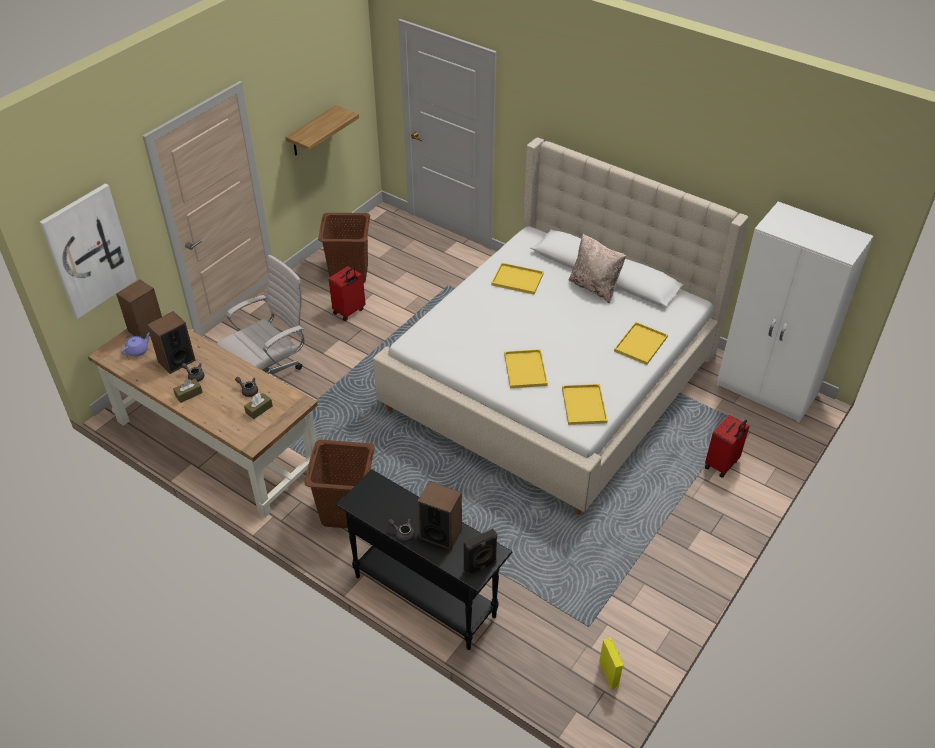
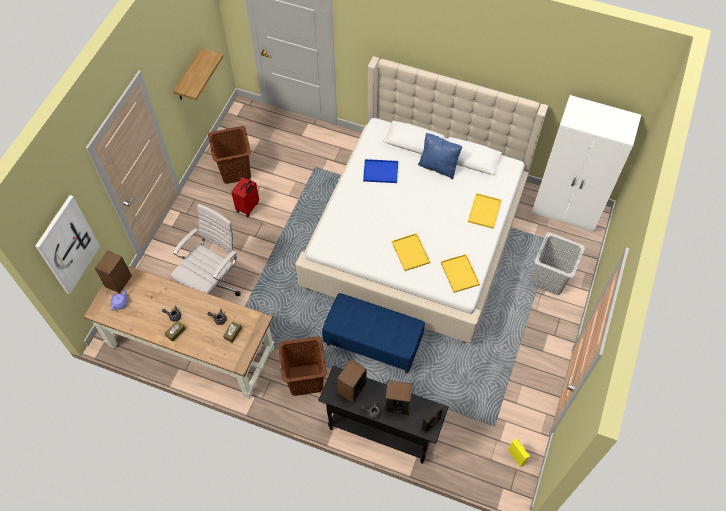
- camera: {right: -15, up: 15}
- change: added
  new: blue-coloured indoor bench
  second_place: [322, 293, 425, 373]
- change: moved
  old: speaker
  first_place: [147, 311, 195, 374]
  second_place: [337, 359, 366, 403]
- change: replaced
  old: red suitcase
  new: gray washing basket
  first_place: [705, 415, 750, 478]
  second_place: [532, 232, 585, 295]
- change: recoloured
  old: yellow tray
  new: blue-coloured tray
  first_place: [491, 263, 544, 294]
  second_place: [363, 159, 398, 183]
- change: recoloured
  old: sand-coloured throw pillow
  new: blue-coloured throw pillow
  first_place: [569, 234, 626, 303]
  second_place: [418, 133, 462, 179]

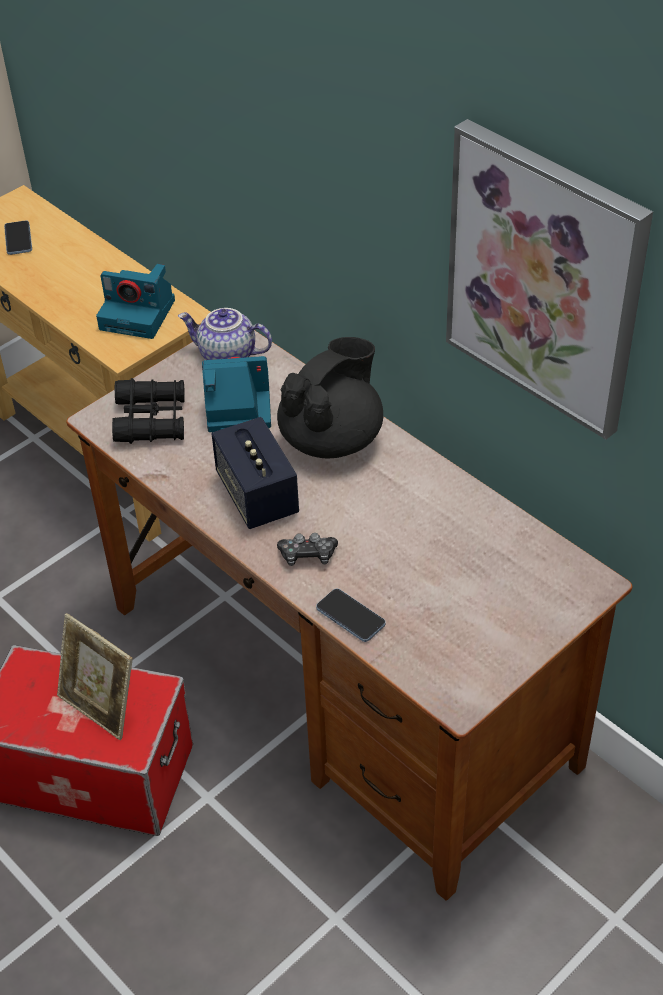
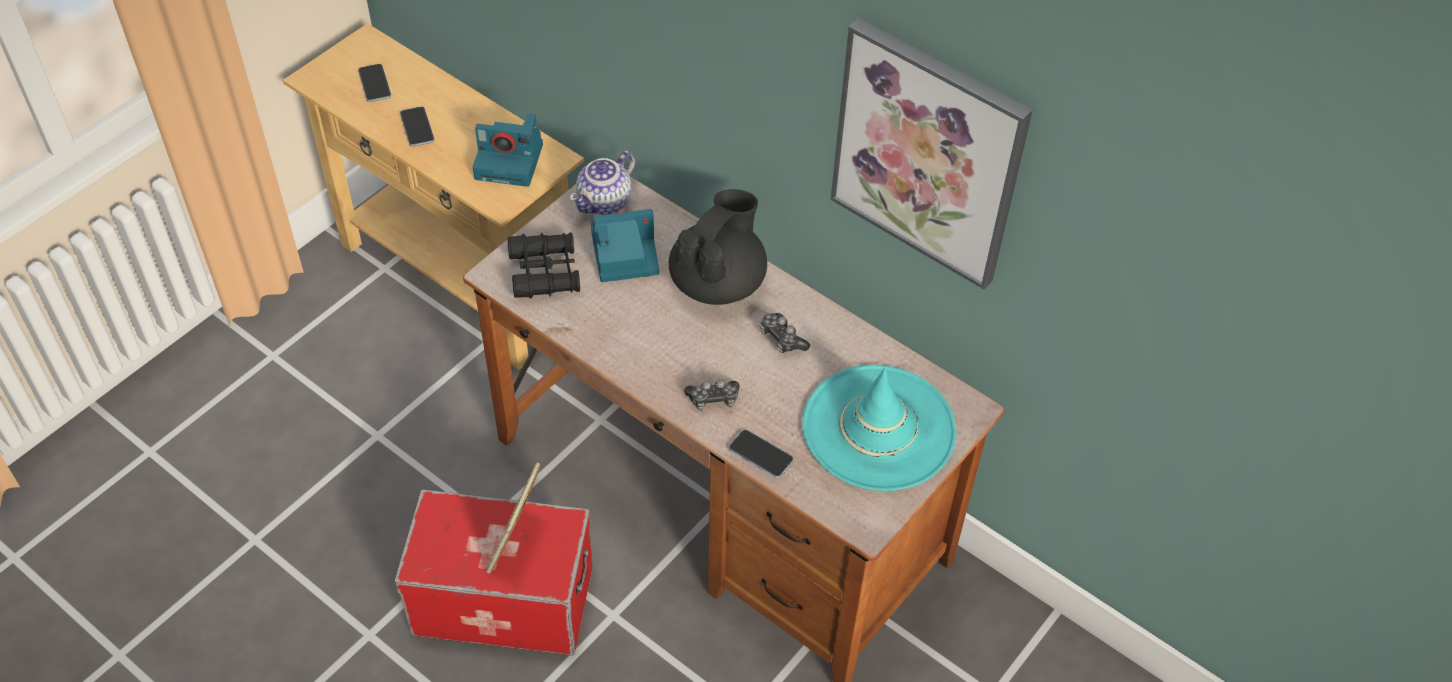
- camera: {right: -10, up: 5}
- change: removed
  old: speaker
  first_place: [212, 417, 299, 529]
- change: added
  new: phone
  second_place: [400, 107, 434, 147]
- change: added
  new: game controller
  second_place: [760, 313, 810, 353]
- change: added
  new: turquoise-coloured wearable hat
  second_place: [803, 365, 957, 491]
- change: turned
  old: photo frame
  first_place: [57, 613, 132, 740]
  second_place: [487, 462, 540, 573]
  degrees: 75
- change: turned
  old: teapot
  first_place: [178, 308, 272, 360]
  second_place: [570, 151, 636, 215]
  degrees: -60

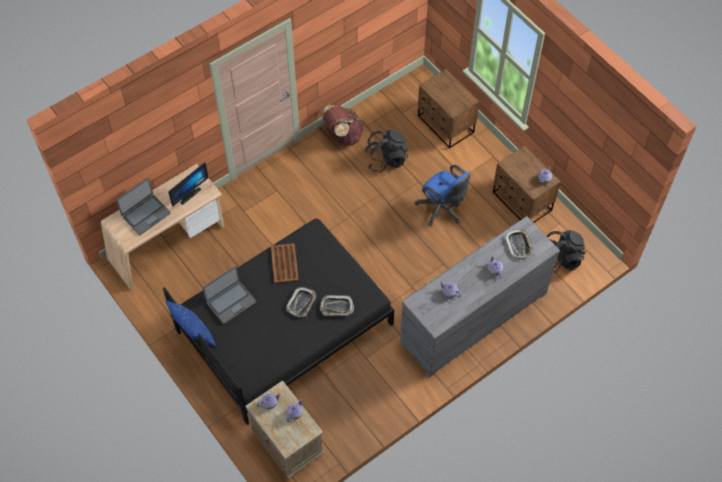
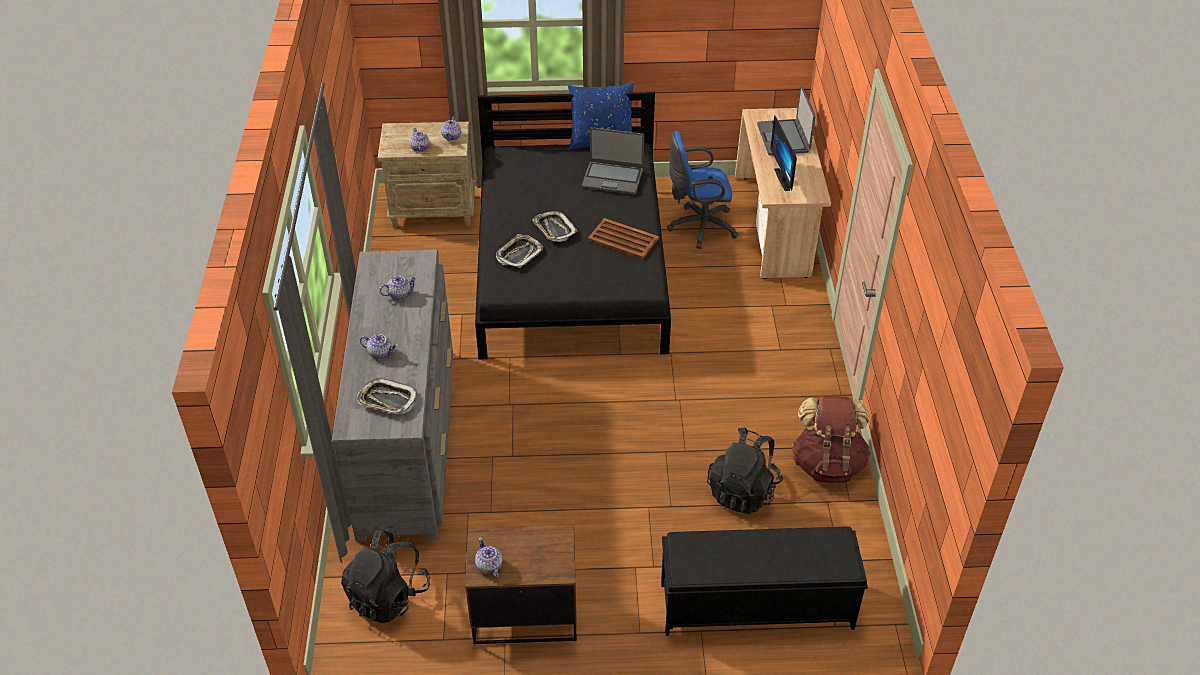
- camera: {right: 125, up: -15}
- change: moved
  old: blue-coloured desk chair
  first_place: [415, 165, 471, 226]
  second_place: [667, 131, 739, 249]
- change: replaced
  old: brown-coloured bedside table
  new: black-coloured indoor bench
  first_place: [418, 69, 479, 149]
  second_place: [661, 526, 868, 636]
- change: turned
  old: notebook computer
  first_place: [203, 266, 256, 324]
  second_place: [582, 127, 644, 194]
  degrees: -75

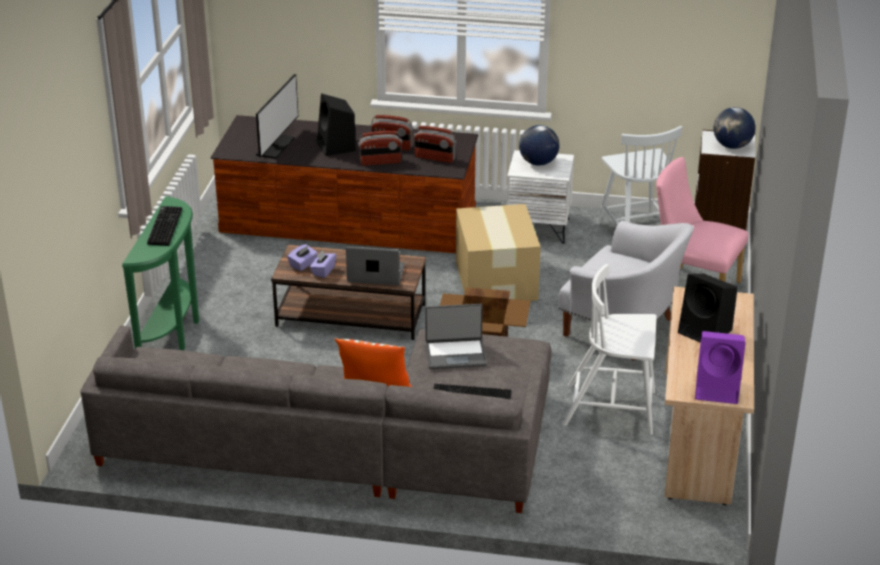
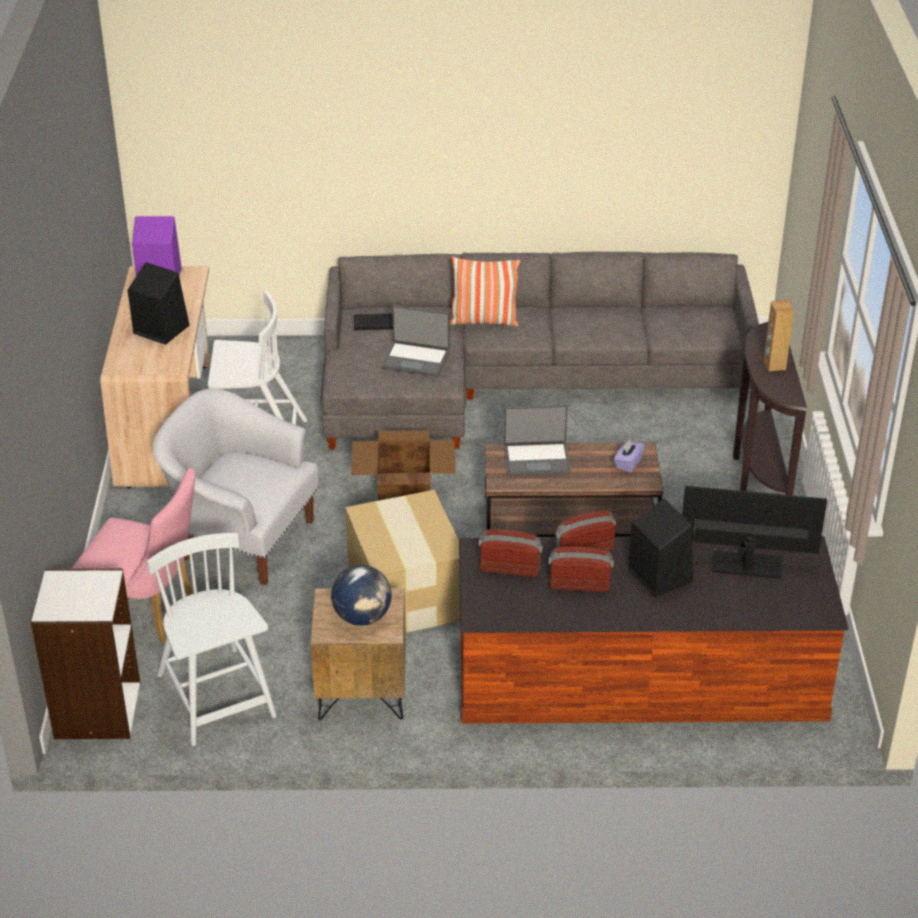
- camera: {right: 170, up: 5}
- change: removed
  old: purple box of tissues
  first_place: [310, 250, 336, 278]
- change: removed
  old: world globe
  first_place: [714, 107, 755, 149]
- change: replaced
  old: keyboard
  new: brown-coloured speaker
  first_place: [147, 206, 182, 246]
  second_place: [764, 300, 794, 371]
- change: recoloured
  old: greenish narrow table
  new: brown-coloured narrow table
  first_place: [122, 196, 199, 350]
  second_place: [733, 322, 807, 495]
- change: recoloured
  old: white bedside table
  new: brown-coloured bedside table
  first_place: [507, 150, 574, 244]
  second_place: [310, 588, 406, 720]
- change: turned
  old: computer screen
  first_place: [256, 74, 298, 159]
  second_place: [682, 486, 827, 579]
  degrees: 90
- change: turned
  old: notebook computer
  first_place: [425, 304, 487, 369]
  second_place: [381, 305, 450, 377]
  degrees: -150

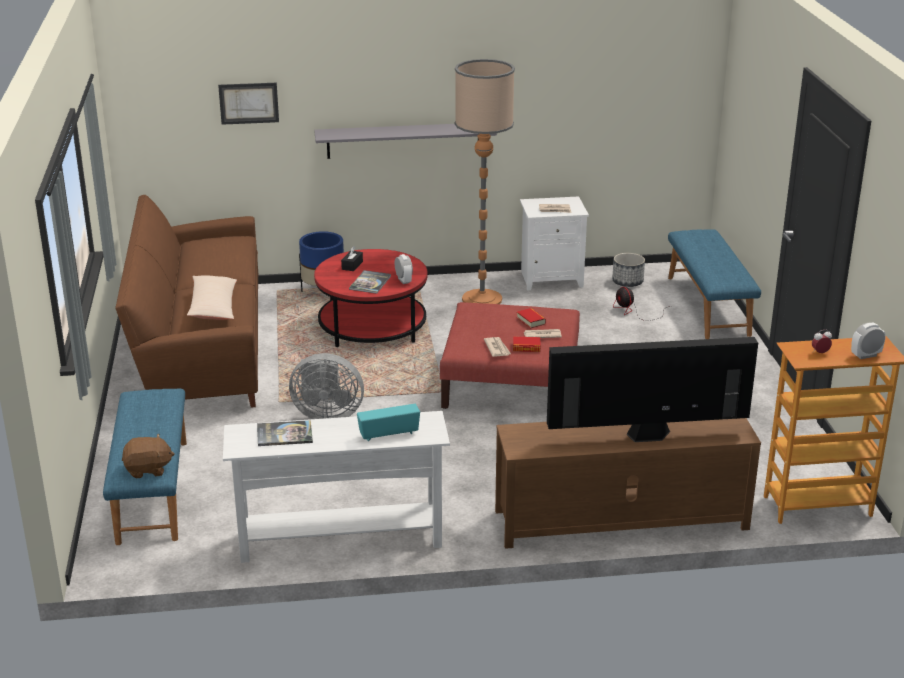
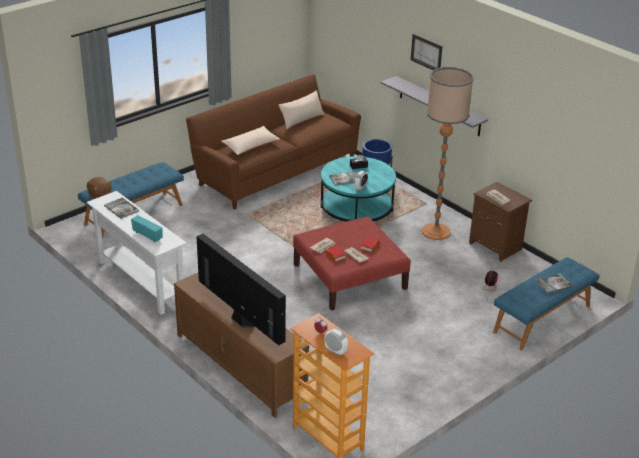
- camera: {right: 55, up: 5}
- change: removed
  old: gray electric fan
  first_place: [289, 353, 364, 419]
- change: removed
  old: plant pot
  first_place: [612, 253, 645, 287]
- change: added
  new: sand-coloured throw pillow
  second_place: [278, 90, 325, 130]
- change: added
  new: volume
  second_place: [534, 274, 573, 294]
- change: moved
  old: wall art
  first_place: [218, 83, 279, 125]
  second_place: [411, 34, 442, 70]
- change: recoloured
  old: red coffee table
  new: turquoise-coloured coffee table
  first_place: [314, 249, 427, 347]
  second_place: [321, 156, 396, 221]
- change: recoloured
  old: white bedside table
  new: brown-coloured bedside table
  first_place: [520, 196, 589, 291]
  second_place: [469, 182, 532, 262]

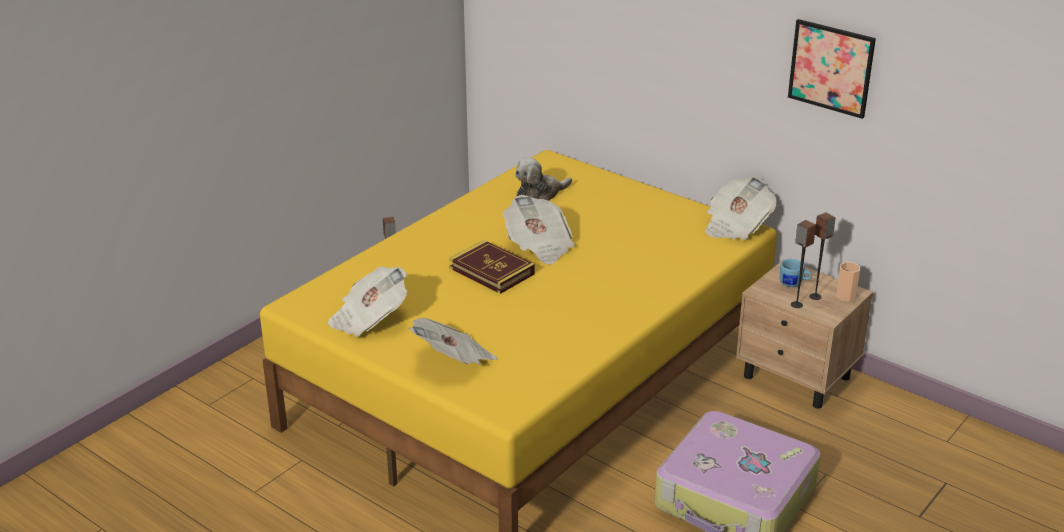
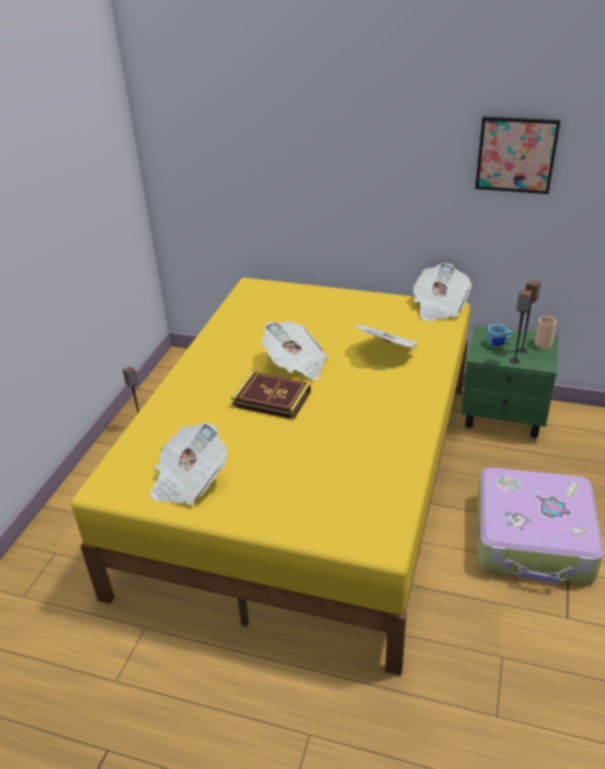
- camera: {right: -20, up: 5}
- change: removed
  old: cuddly toy
  first_place: [515, 157, 572, 201]
- change: moved
  old: newspaper
  first_place: [409, 318, 497, 364]
  second_place: [356, 325, 419, 349]
- change: recoloured
  old: sand-coloured bedside table
  new: greenish bedside table
  first_place: [736, 259, 873, 409]
  second_place: [461, 325, 559, 438]

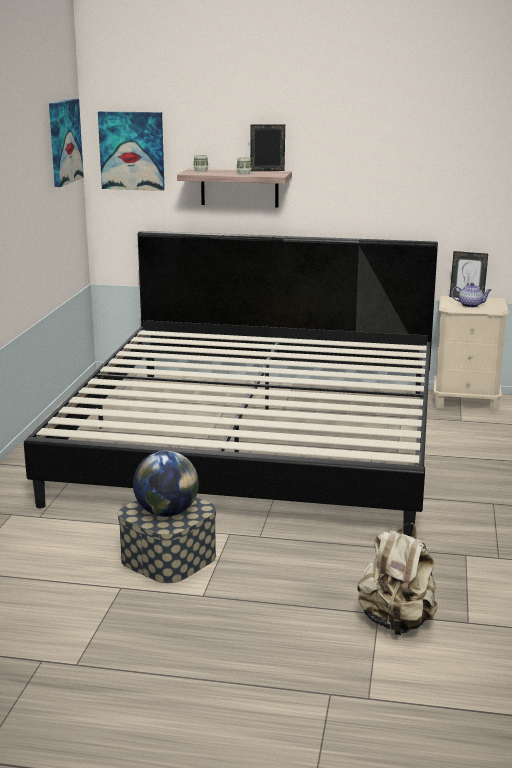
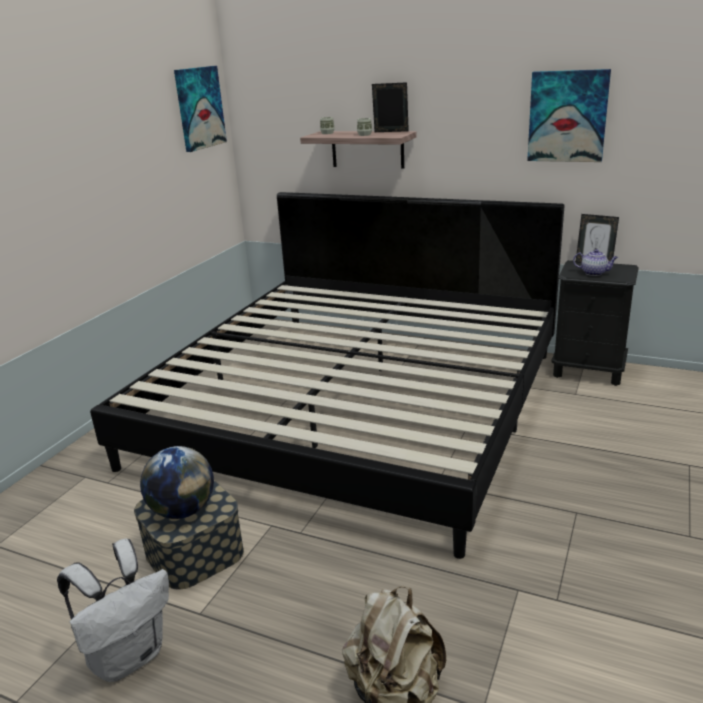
- camera: {right: 15, up: 5}
- change: added
  new: white backpack
  second_place: [57, 538, 169, 682]
- change: moved
  old: wall art
  first_place: [98, 111, 165, 191]
  second_place: [527, 69, 611, 162]
- change: recoloured
  old: sand-coloured bedside table
  new: black-coloured bedside table
  first_place: [434, 296, 509, 412]
  second_place: [551, 260, 639, 386]

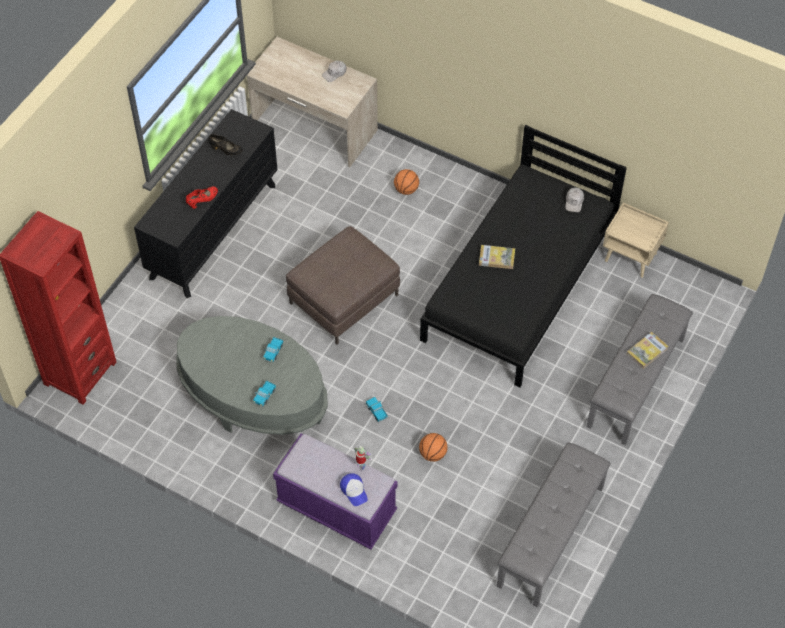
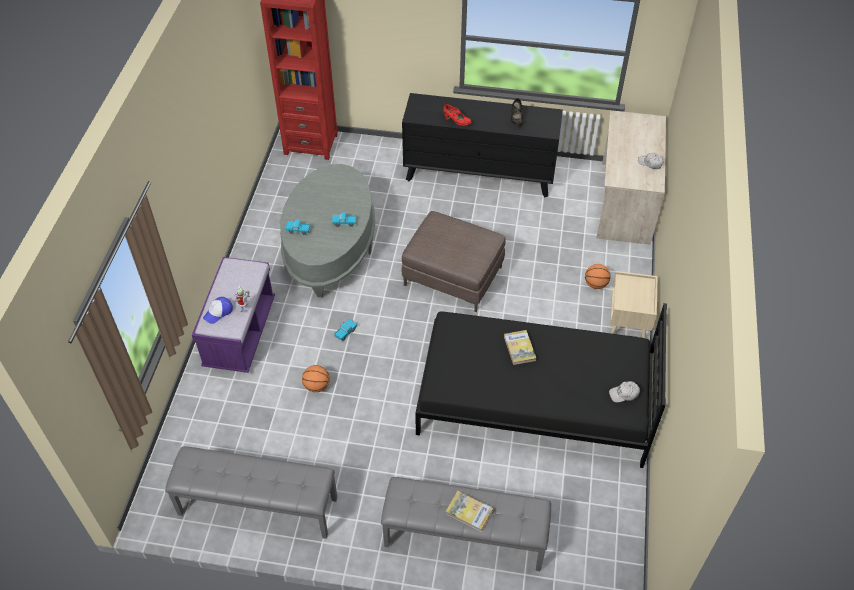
- camera: {right: 70, up: -5}
- change: moved
  old: sand-coloured bedside table
  first_place: [603, 203, 669, 278]
  second_place: [610, 271, 658, 338]

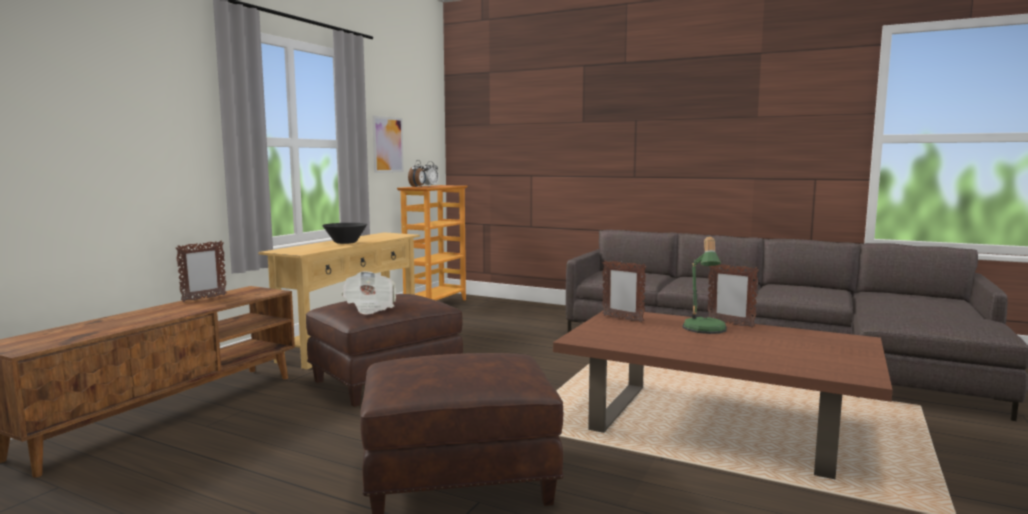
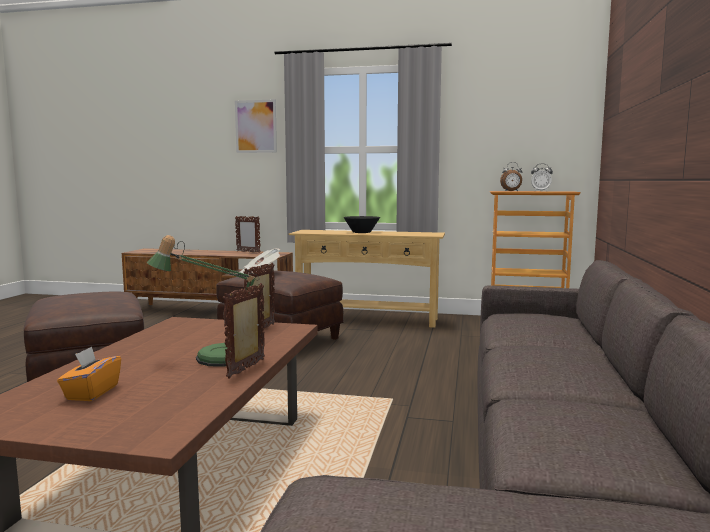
- camera: {right: 75, up: 0}
- change: added
  new: orange-coloured box of tissues
  second_place: [57, 346, 121, 401]
- change: moved
  old: wall art
  first_place: [372, 116, 404, 173]
  second_place: [235, 99, 277, 153]

